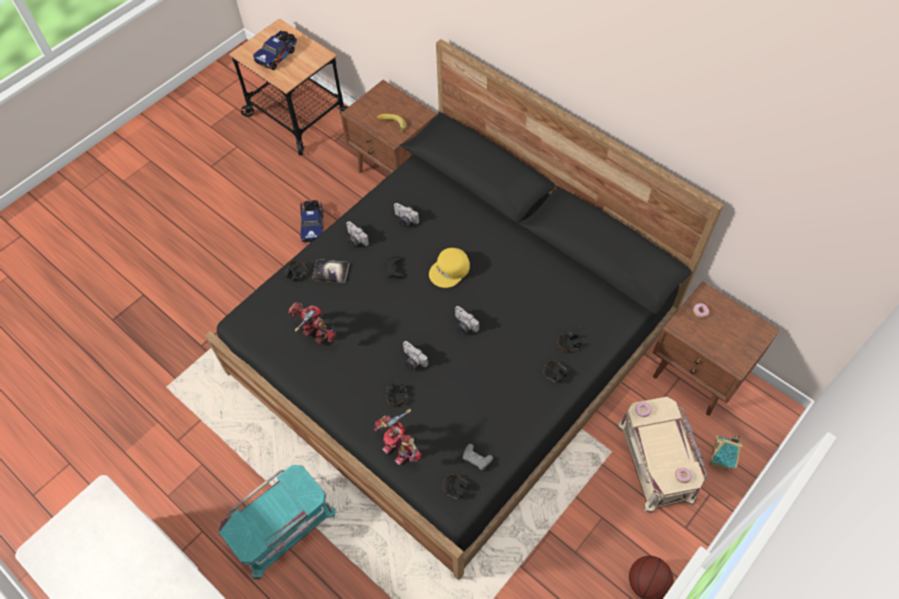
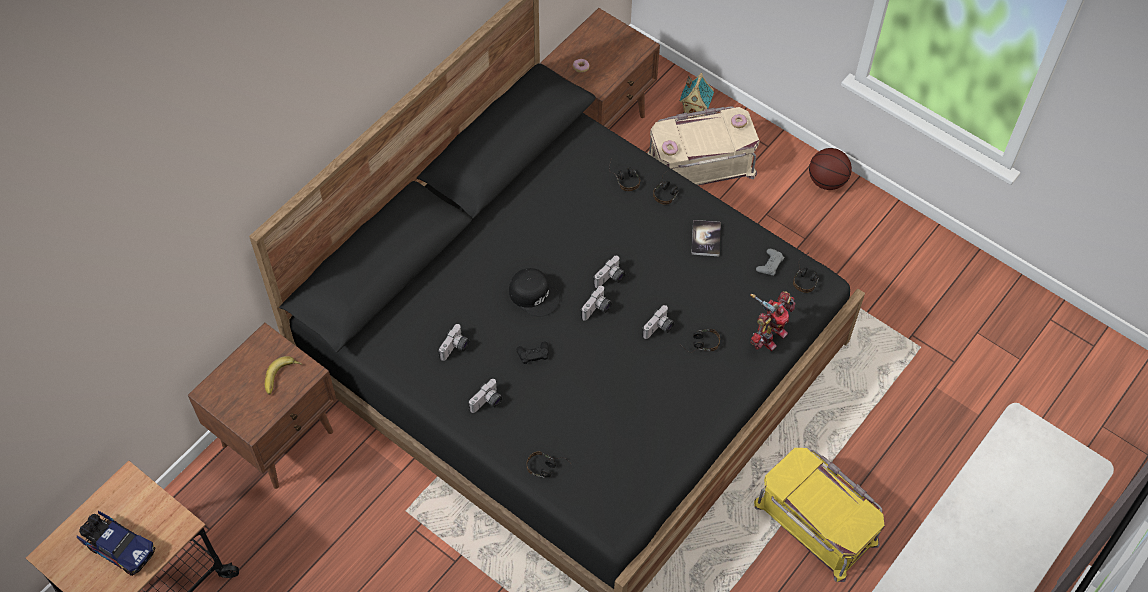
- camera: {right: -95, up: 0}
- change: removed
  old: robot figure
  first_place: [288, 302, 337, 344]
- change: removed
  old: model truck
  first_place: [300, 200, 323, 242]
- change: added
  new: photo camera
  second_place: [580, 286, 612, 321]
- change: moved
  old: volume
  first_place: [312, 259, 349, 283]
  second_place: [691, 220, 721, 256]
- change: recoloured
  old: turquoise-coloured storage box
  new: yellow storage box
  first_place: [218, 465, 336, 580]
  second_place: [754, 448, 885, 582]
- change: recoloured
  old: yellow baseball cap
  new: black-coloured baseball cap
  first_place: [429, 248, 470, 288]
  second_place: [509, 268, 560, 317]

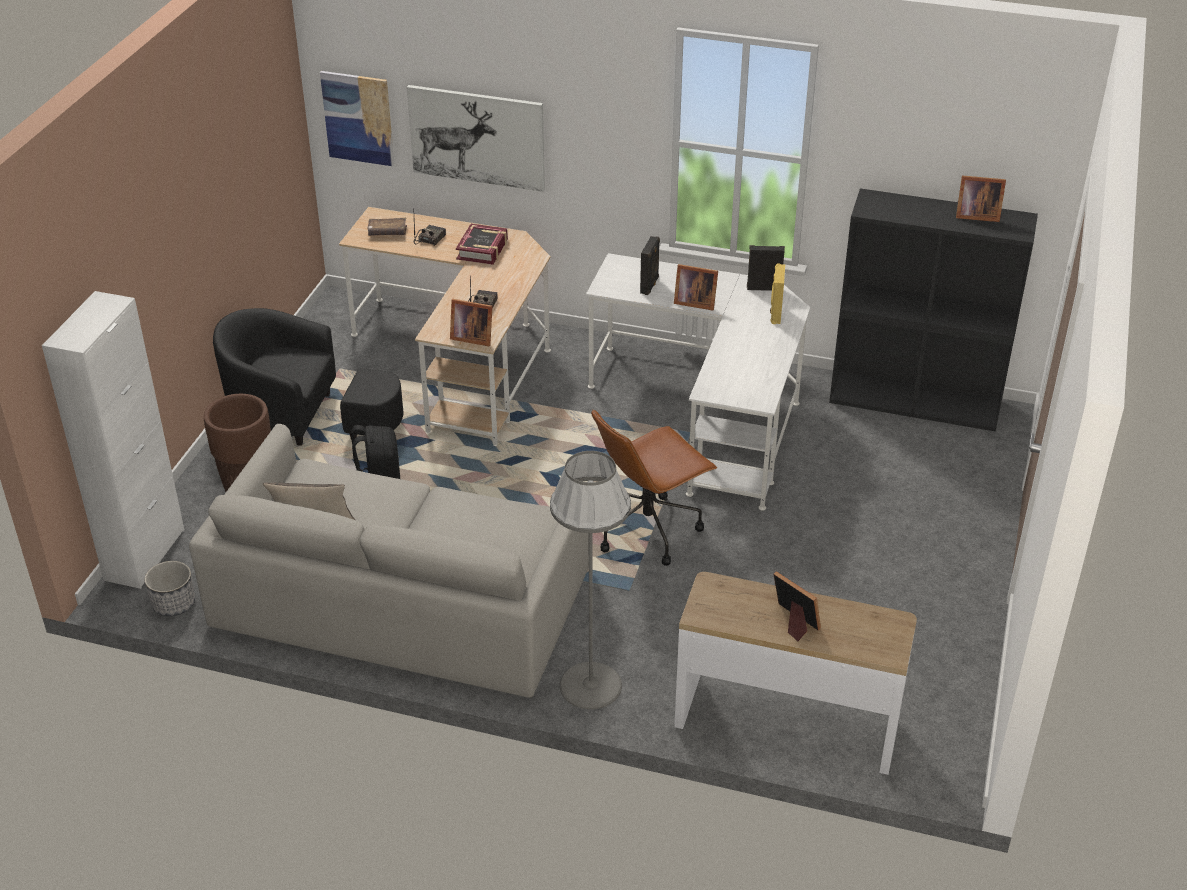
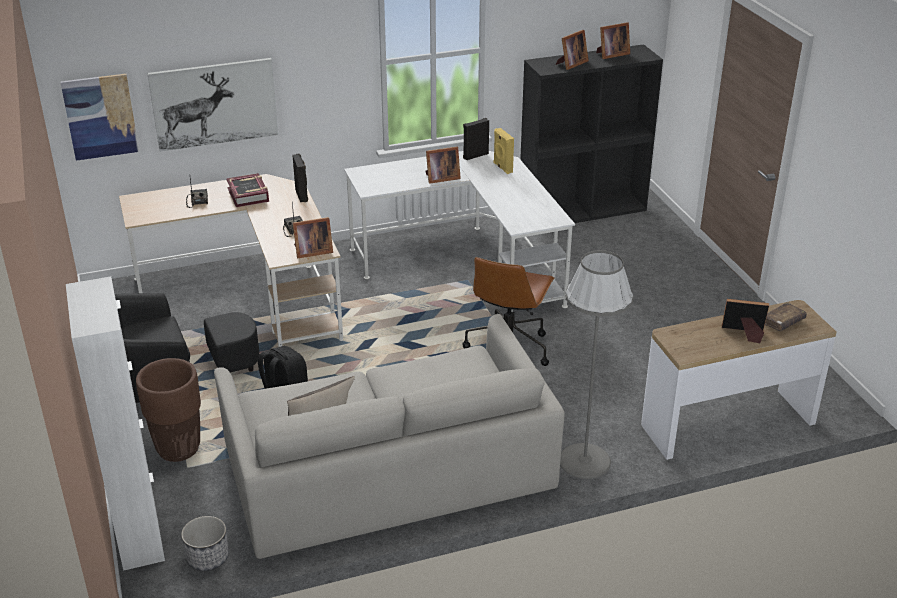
- camera: {right: -35, up: -5}
- change: added
  new: photo frame
  second_place: [556, 30, 589, 70]
- change: moved
  old: brown-coloured volume
  first_place: [367, 218, 407, 236]
  second_place: [765, 302, 807, 331]
- change: moved
  old: black-coloured speaker
  first_place: [640, 236, 660, 295]
  second_place: [292, 154, 308, 202]

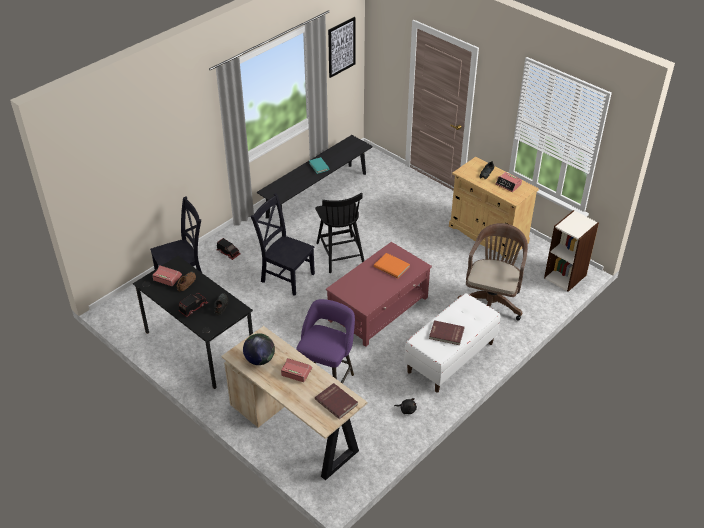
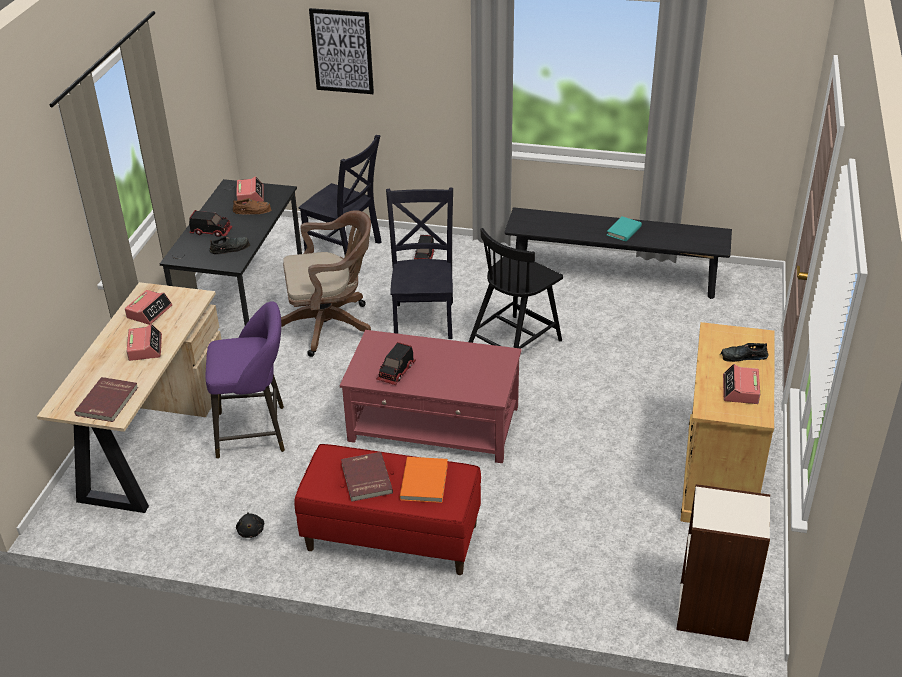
- camera: {right: 60, up: -5}
- change: added
  new: model truck
  second_place: [376, 342, 416, 385]
- change: moved
  old: wall art
  first_place: [328, 17, 356, 78]
  second_place: [309, 8, 374, 94]
- change: moved
  old: orange-coloured volume
  first_place: [374, 253, 410, 278]
  second_place: [399, 457, 448, 503]
- change: moved
  old: brown-coloured desk chair
  first_place: [457, 223, 528, 321]
  second_place: [281, 210, 371, 357]
- change: replaced
  old: world globe
  new: bedside clock
  first_place: [243, 333, 275, 365]
  second_place: [125, 290, 172, 325]
- change: recoloured
  old: white indoor bench
  new: red indoor bench
  first_place: [404, 293, 500, 393]
  second_place: [294, 444, 481, 575]

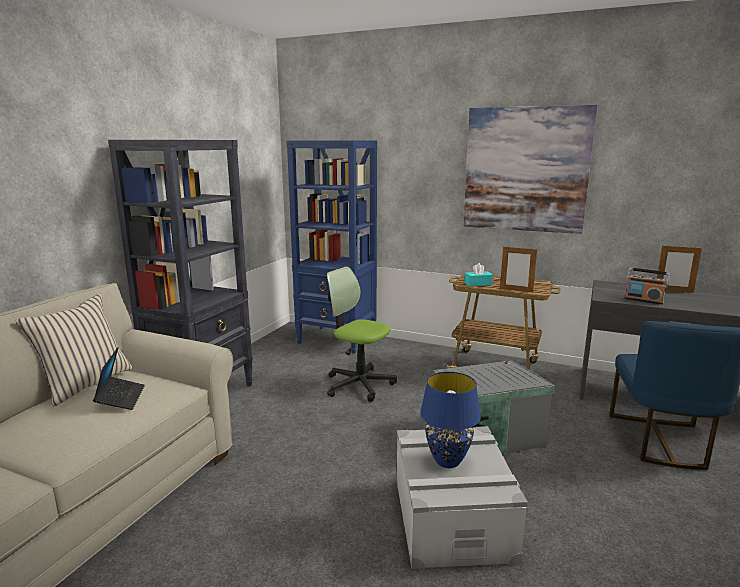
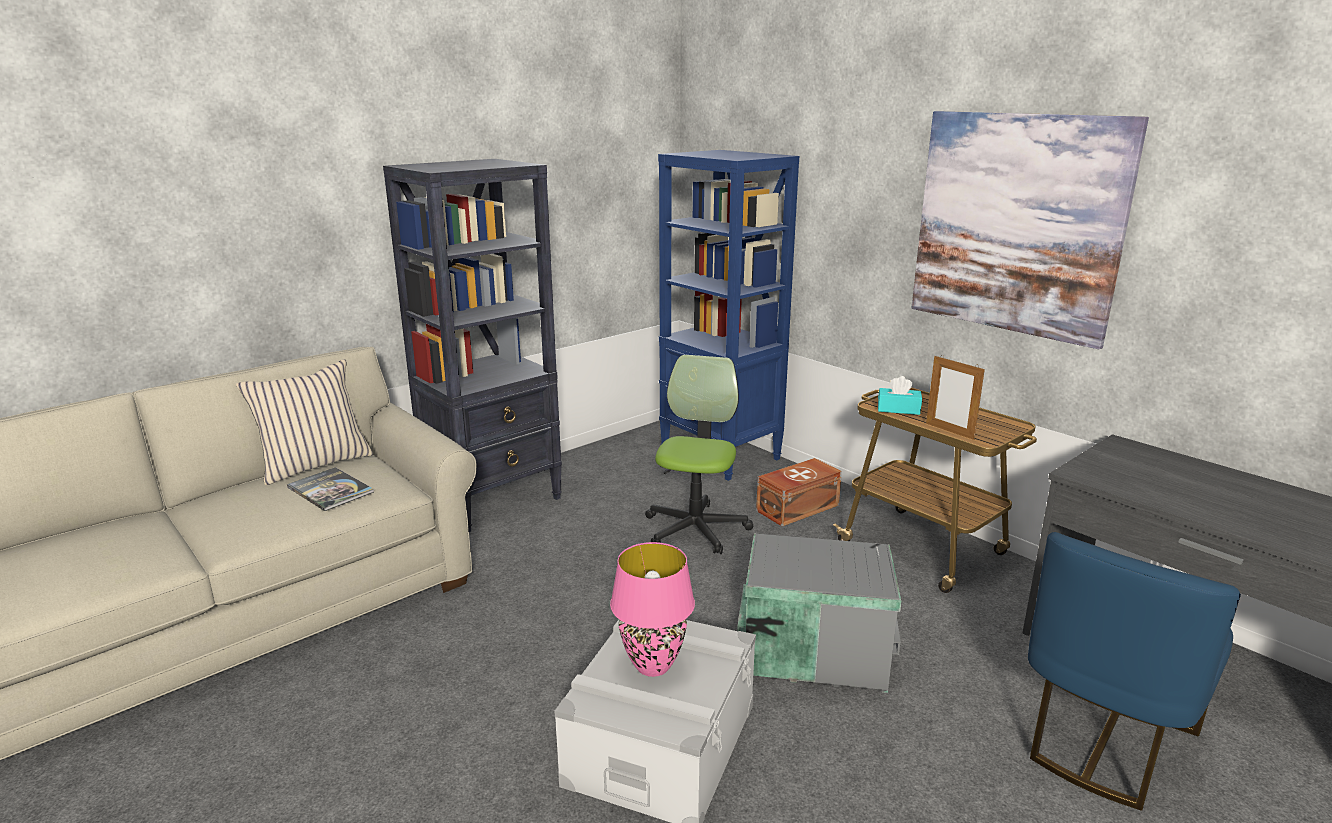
- camera: {right: 25, up: 5}
- change: removed
  old: radio set
  first_place: [625, 268, 670, 305]
- change: removed
  old: photo frame
  first_place: [657, 244, 702, 293]
- change: added
  new: brown-coloured storage box
  second_place: [756, 458, 842, 526]
- change: replaced
  old: notebook computer
  new: volume
  first_place: [93, 347, 145, 410]
  second_place: [287, 467, 374, 511]
- change: recoloured
  old: blue-coloured table lamp
  new: pink table lamp
  first_place: [420, 372, 481, 468]
  second_place: [610, 542, 695, 677]
- change: turned
  old: desk chair
  first_place: [326, 267, 397, 402]
  second_place: [645, 355, 753, 554]
  degrees: 45

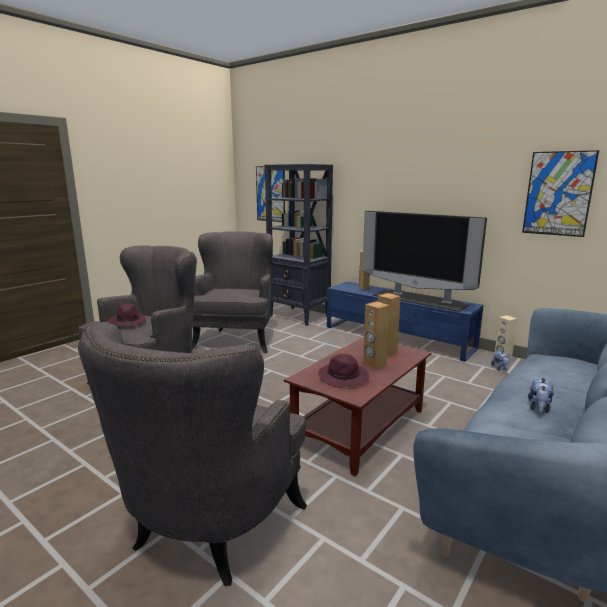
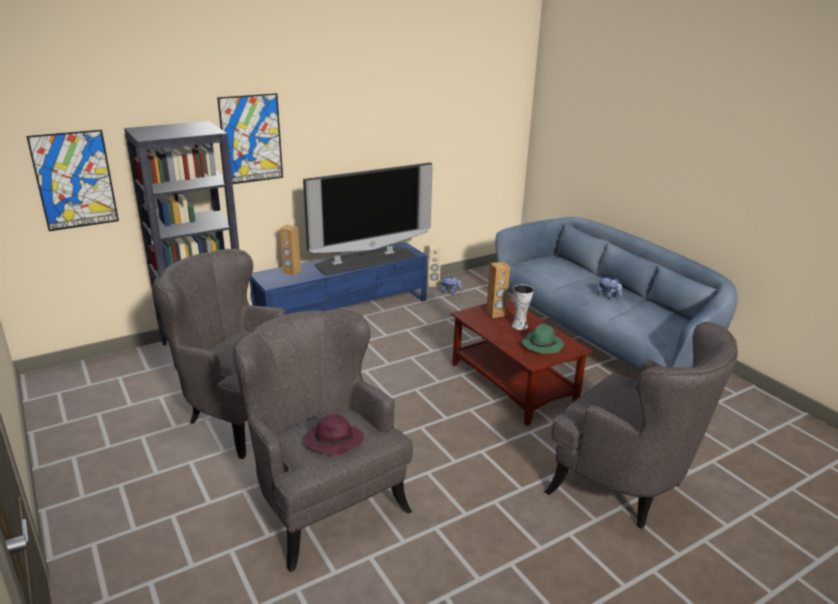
- camera: {right: -70, up: 10}
- change: moved
  old: wall art
  first_place: [522, 150, 599, 237]
  second_place: [217, 93, 283, 184]
- change: replaced
  old: brown-coloured speaker
  new: flower vase
  first_place: [363, 301, 390, 369]
  second_place: [512, 285, 534, 330]
- change: recoloured
  old: purple wearable hat
  new: greenish wearable hat
  first_place: [318, 354, 369, 388]
  second_place: [521, 324, 564, 354]

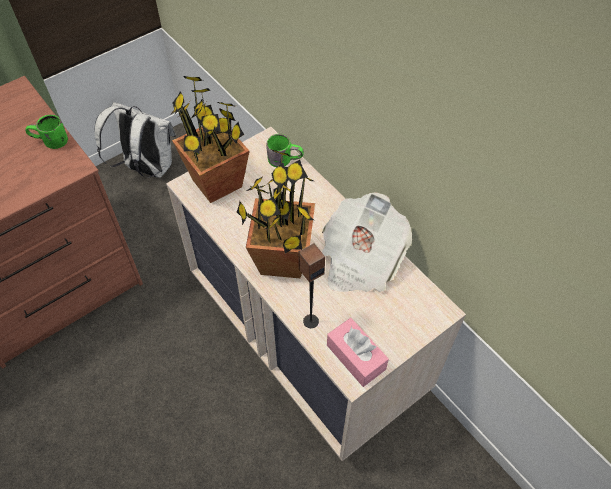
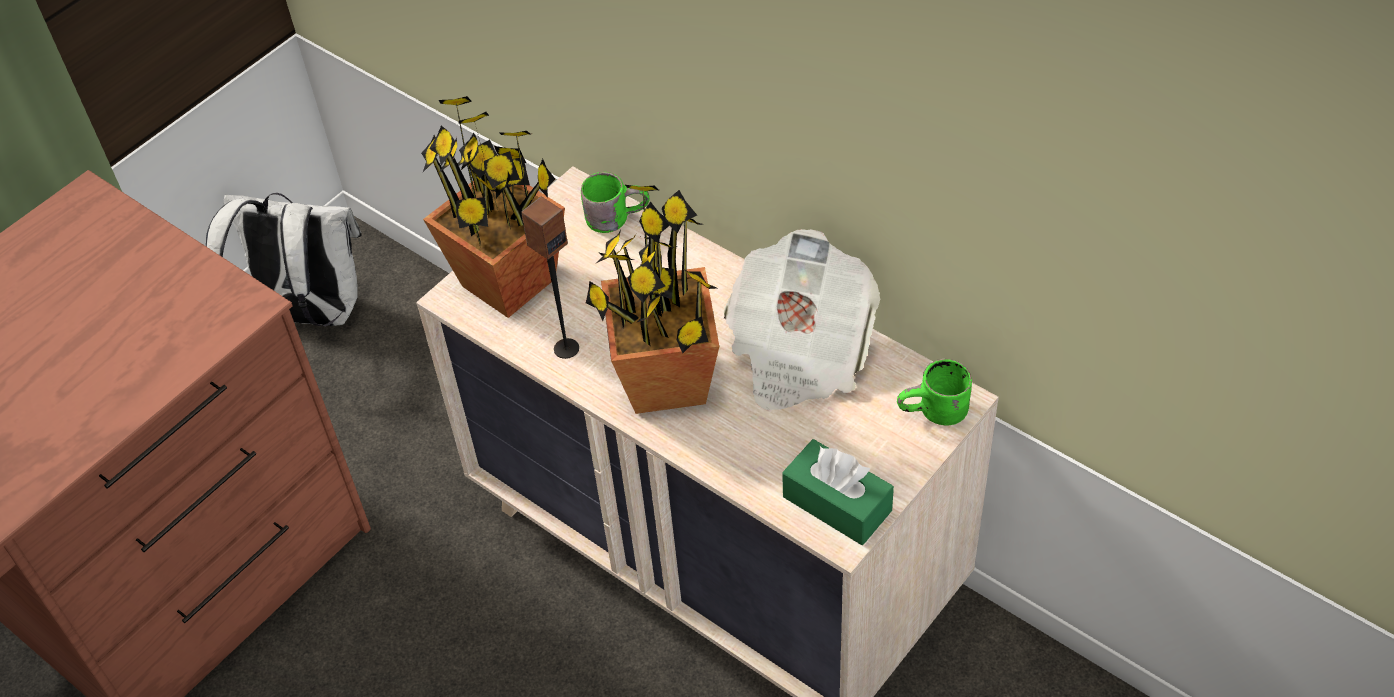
- camera: {right: -10, up: -5}
- change: moved
  old: greenish mug
  first_place: [25, 114, 68, 149]
  second_place: [897, 359, 972, 425]
- change: moved
  old: speaker
  first_place: [299, 243, 325, 328]
  second_place: [521, 197, 579, 359]
- change: recoloured
  old: pink box of tissues
  new: greenish box of tissues
  first_place: [327, 318, 389, 387]
  second_place: [782, 439, 894, 545]

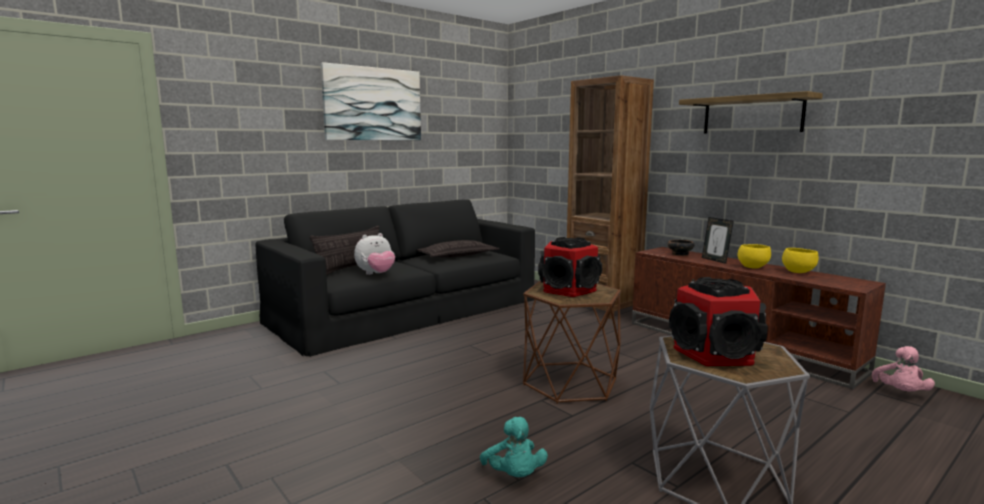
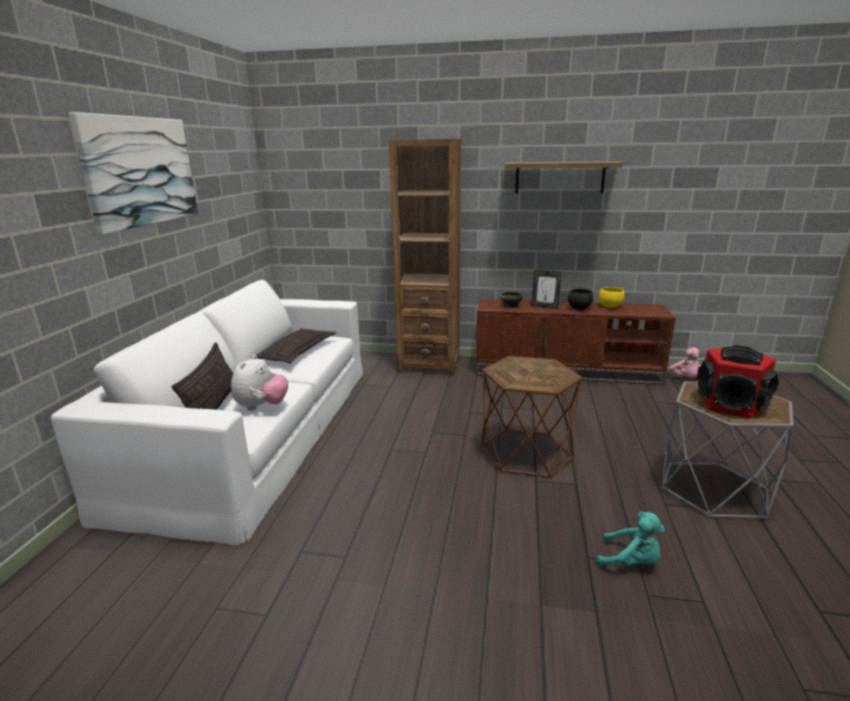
- camera: {right: -40, up: 10}
- change: removed
  old: speaker
  first_place: [538, 237, 602, 297]
- change: recoloured
  old: black-coloured settee
  new: white settee
  first_place: [255, 199, 535, 357]
  second_place: [51, 280, 363, 546]
- change: recoloured
  old: yellow bowl
  new: black-coloured bowl
  first_place: [738, 244, 771, 269]
  second_place: [568, 289, 593, 310]

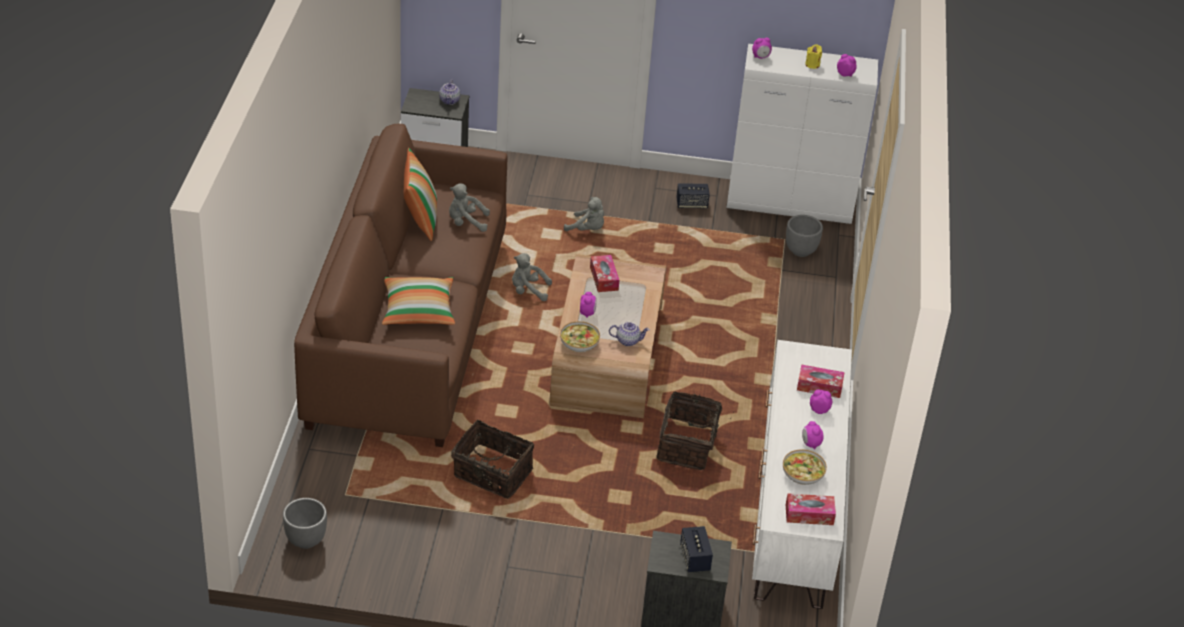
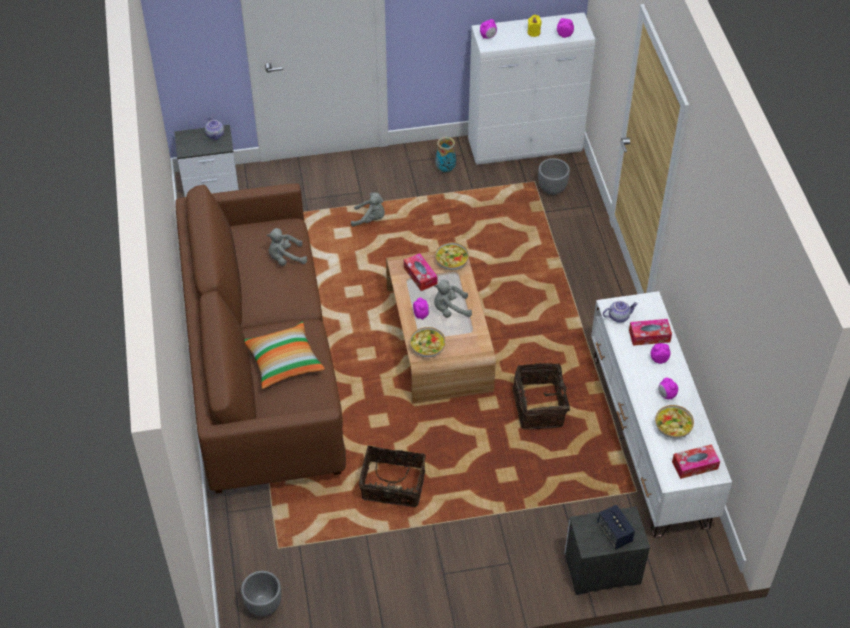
- camera: {right: -15, up: 10}
- change: removed
  old: throw pillow
  first_place: [404, 148, 437, 241]
- change: added
  new: bowl
  second_place: [435, 242, 469, 270]
- change: moved
  old: gray cuddly toy
  first_place: [512, 253, 552, 301]
  second_place: [434, 280, 472, 318]
- change: moved
  old: teapot
  first_place: [609, 322, 650, 346]
  second_place: [603, 301, 638, 323]
- change: replaced
  old: speaker
  new: flower vase
  first_place: [676, 183, 710, 209]
  second_place: [435, 137, 456, 172]

